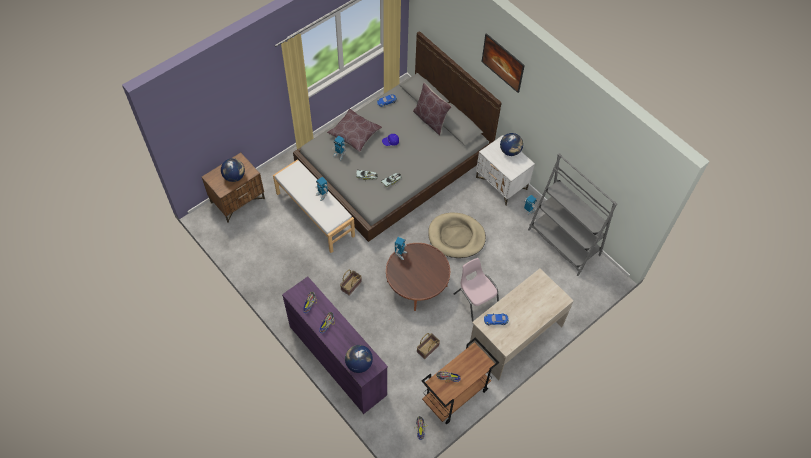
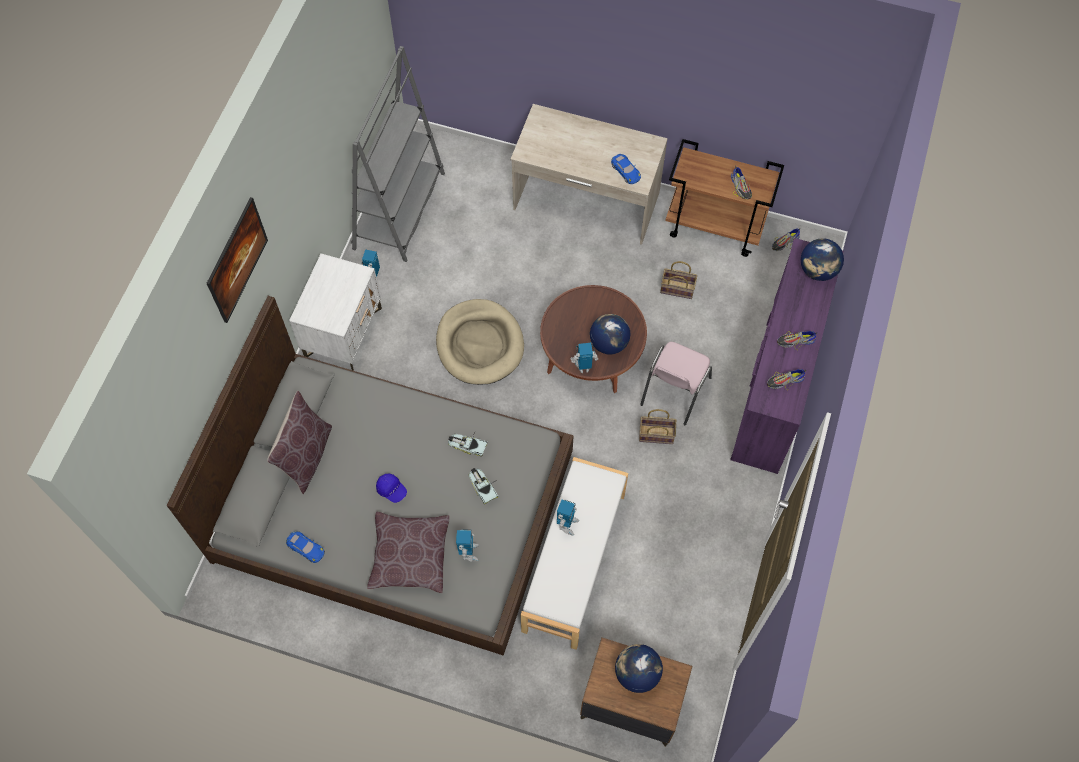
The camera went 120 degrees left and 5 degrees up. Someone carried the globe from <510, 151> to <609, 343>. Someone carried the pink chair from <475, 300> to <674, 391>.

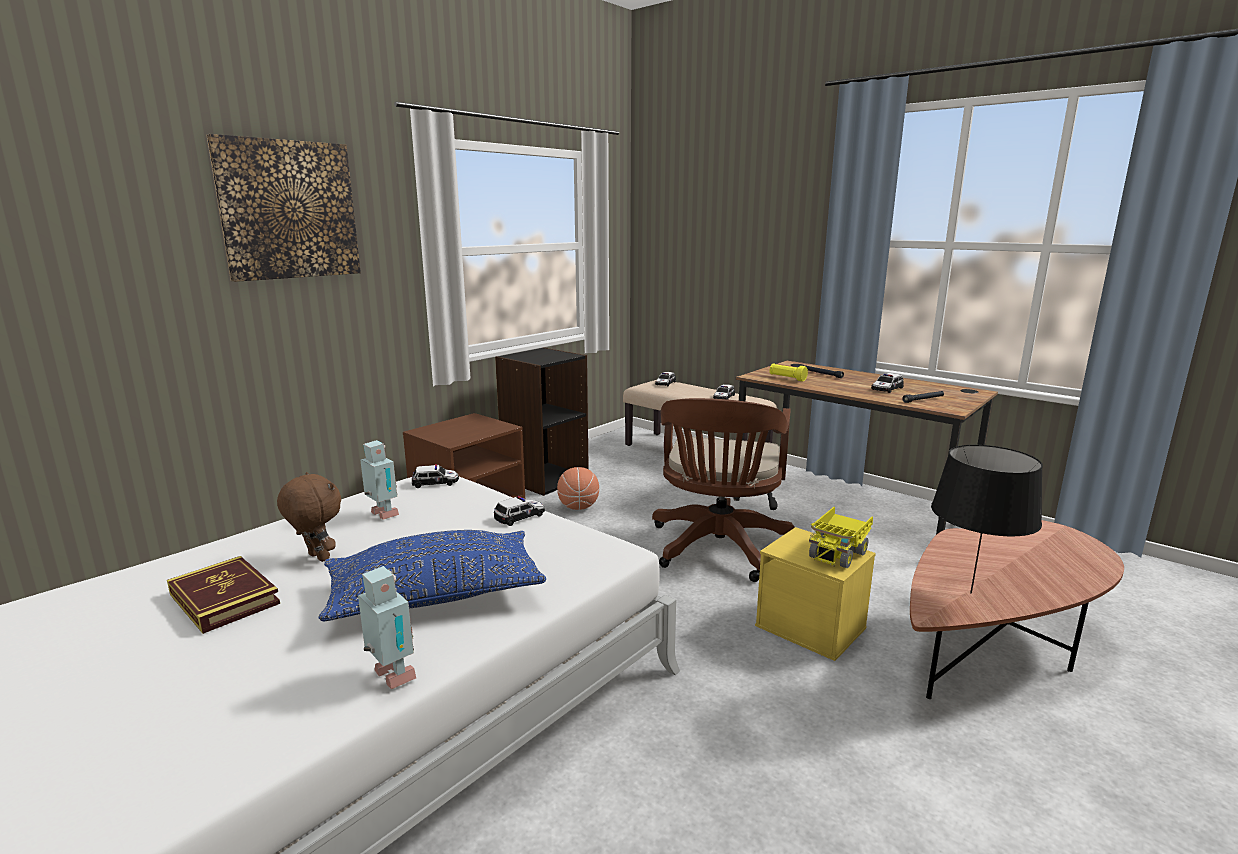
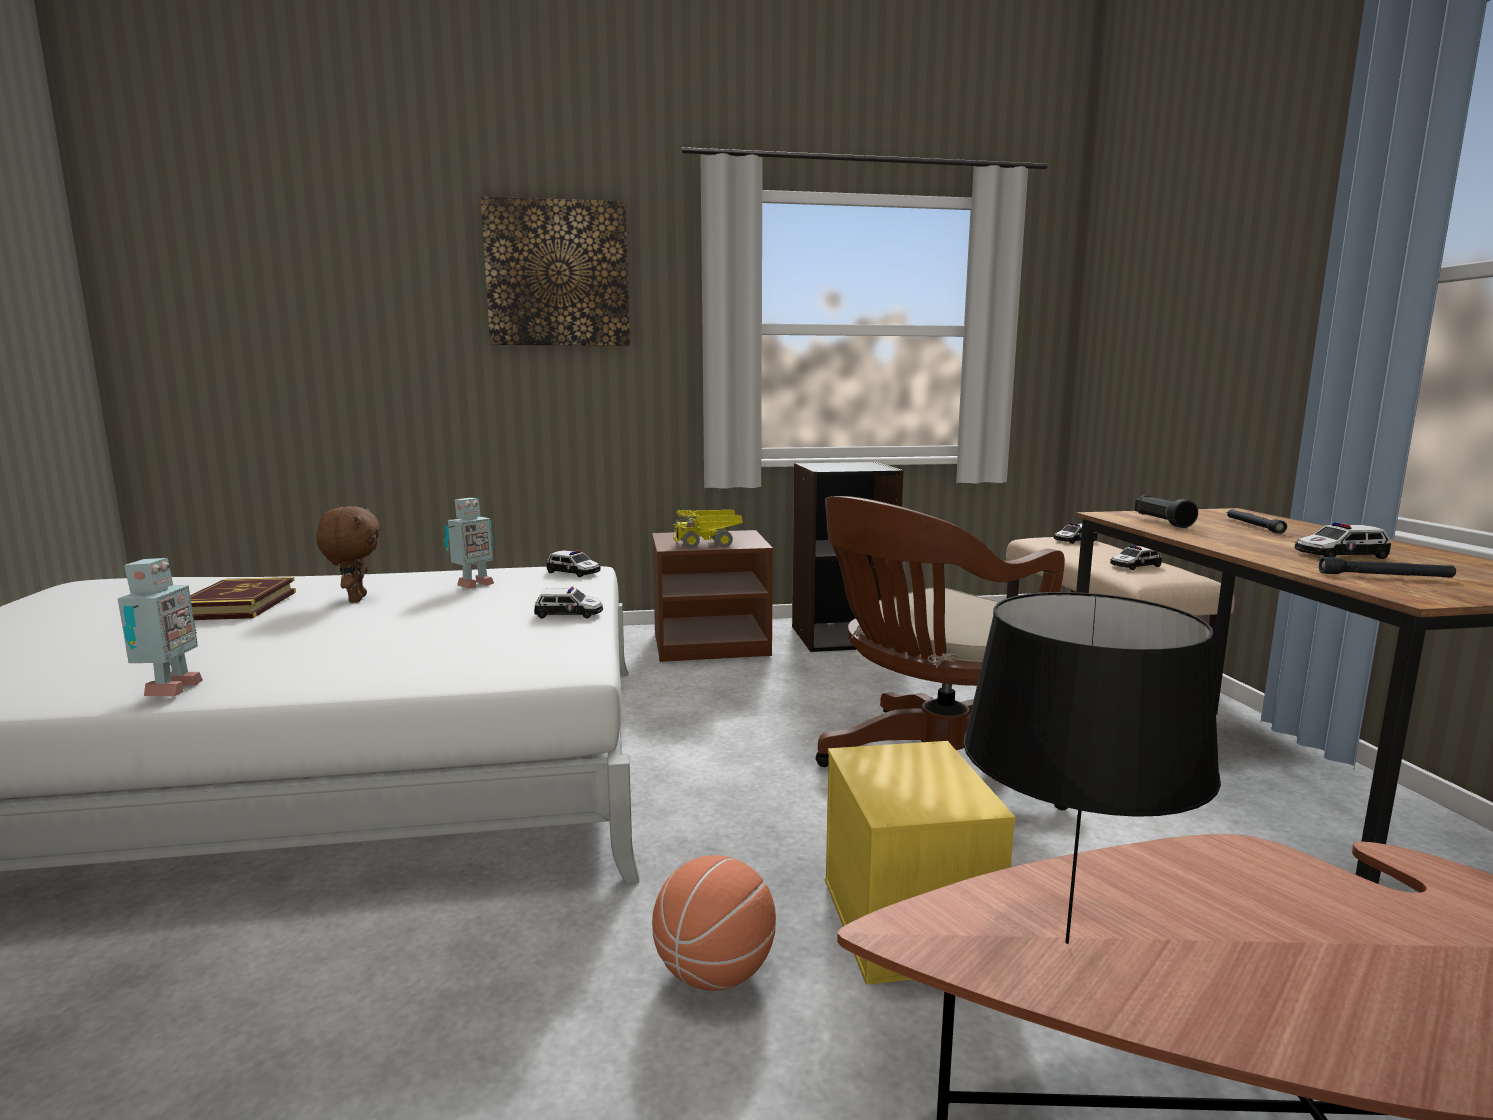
The camera went 40 degrees right and 5 degrees down. Someone rotated the toy robot at <383, 515> by 45 degrees clockwise. Someone carried the basketball from <578, 507> to <714, 973>. Someone carried the toy truck from <838, 553> to <709, 544>. Someone repainted the yellow flashlight at <787, 378>, which became the black flashlight at <1162, 522>. Someone took away the blue pillow at <435, 595>.

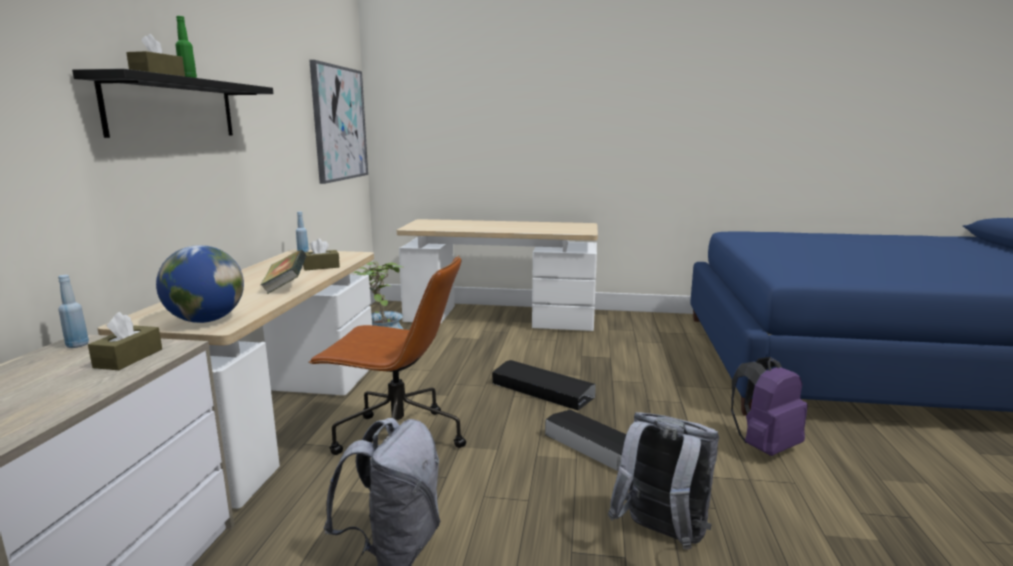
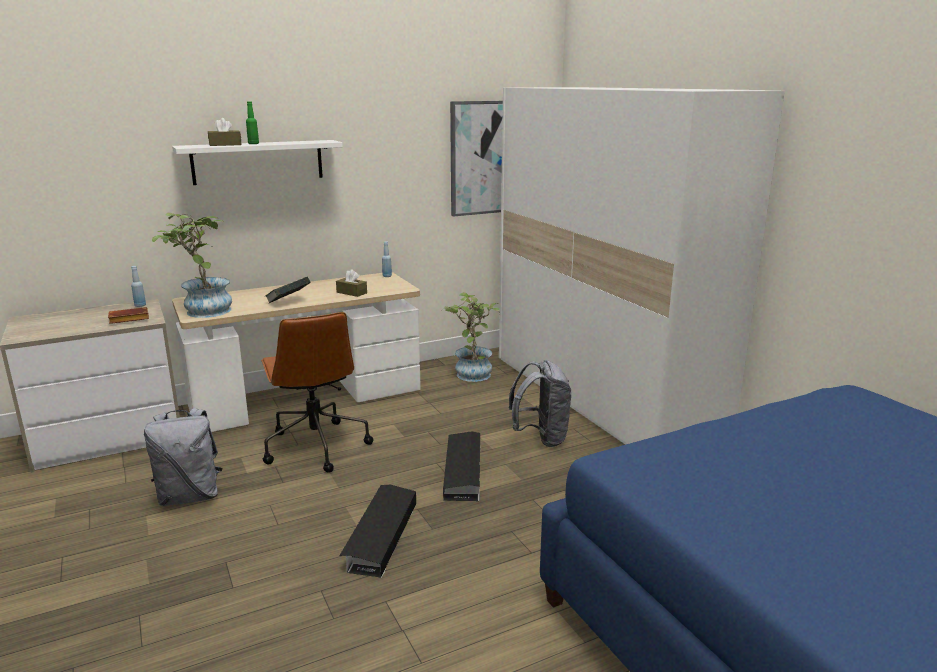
The camera went 55 degrees right and 5 degrees up. Someone swapped the brown tissue box at <128, 358> for the brown book at <128, 320>. Someone swapped the globe at <206, 320> for the potted plant at <202, 310>. Someone repainted the black shelf at <173, 108>, which became the white shelf at <258, 162>. Someone swapped the desk at <500, 318> for the white wardrobe at <601, 397>. Someone carried the grey backpack from <661, 536> to <541, 438>. Someone took away the purple backpack at <764, 446>.

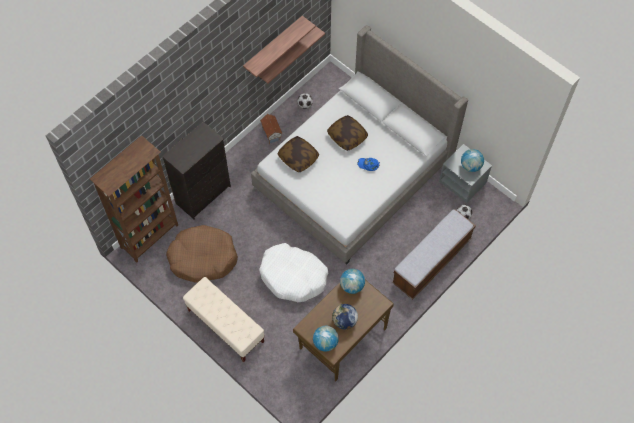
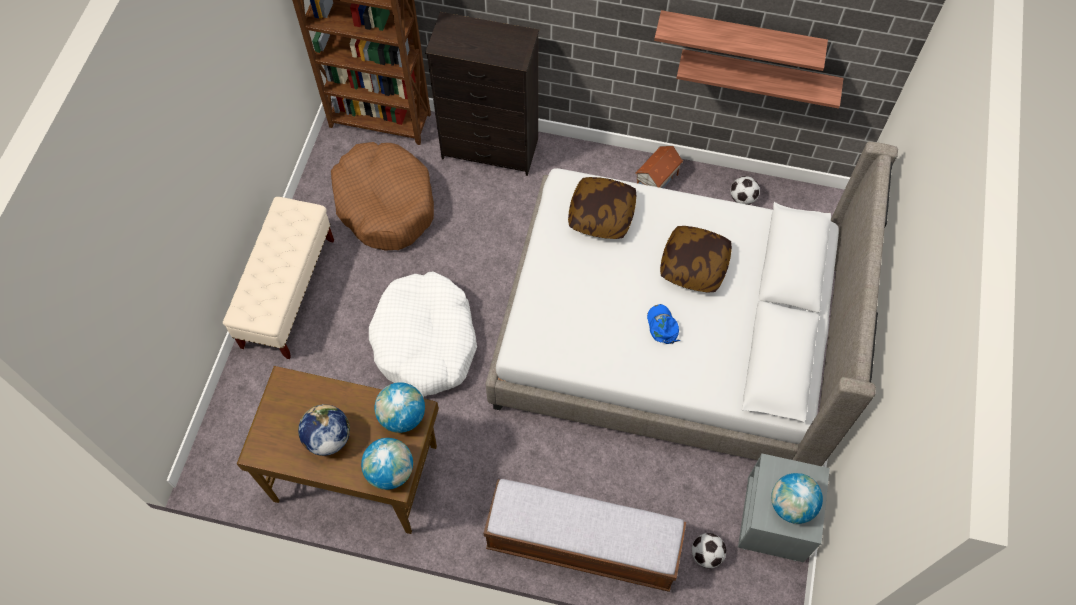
The camera went 60 degrees right and 0 degrees up. Someone carried the globe from <325, 342> to <390, 471>.

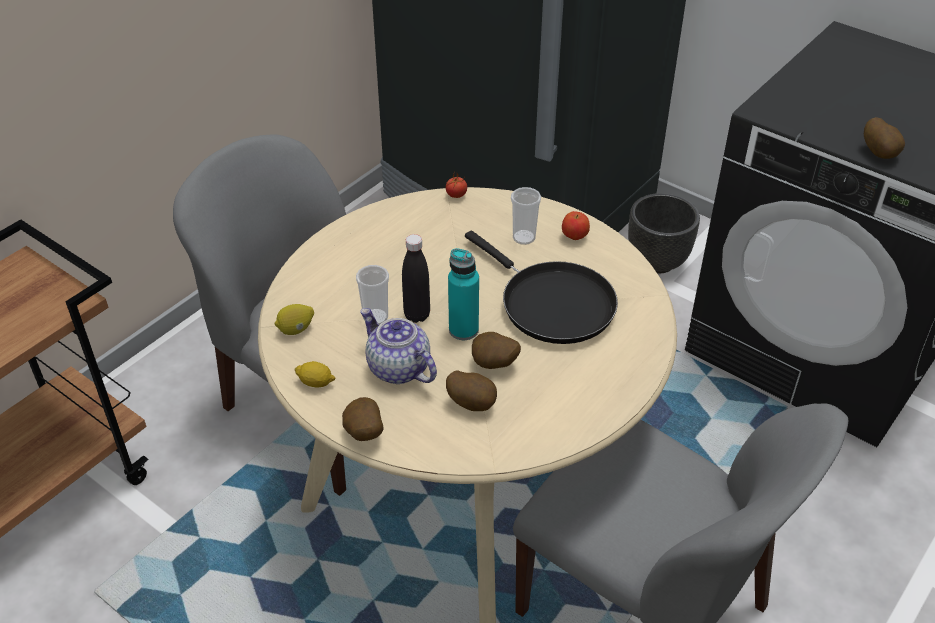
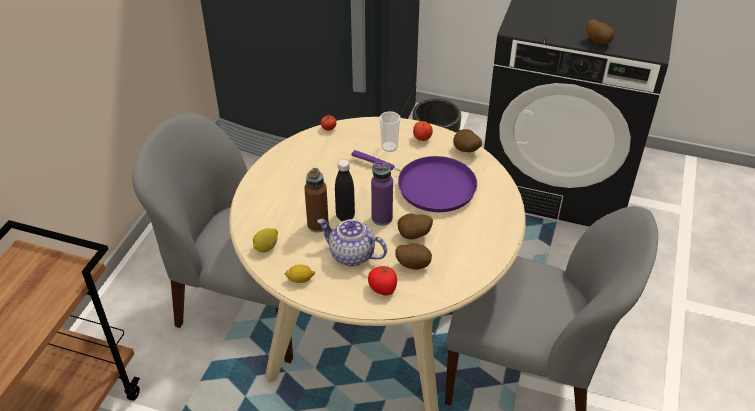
The camera went 20 degrees left and 0 degrees up. Someone swapped the cup at <375, 317> for the brown bottle at <318, 225>. Someone repainted the black frying pan at <551, 303>, which became the purple frying pan at <430, 186>. Someone put down the tomato at <383, 288>. Someone repainted the turquoise bottle at <463, 330>, which became the purple bottle at <382, 218>. Someone carried the potato from <363, 434> to <465, 151>.

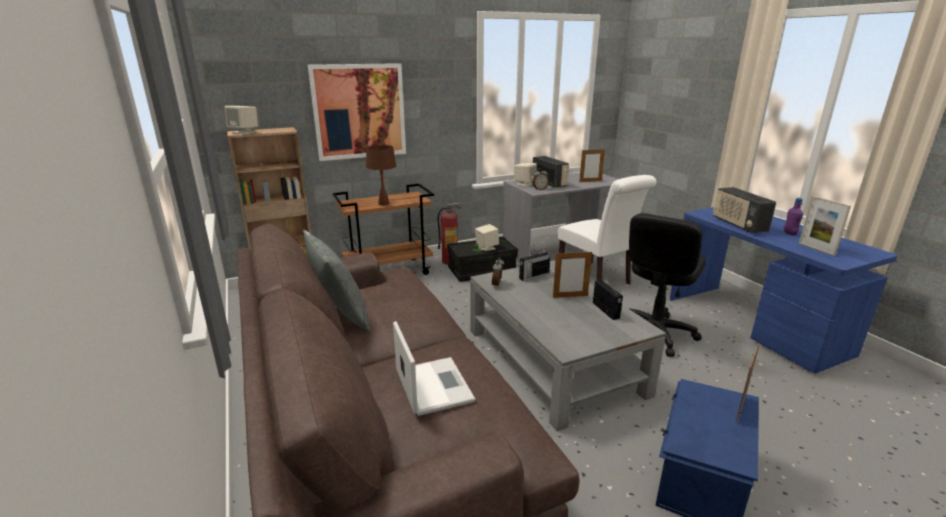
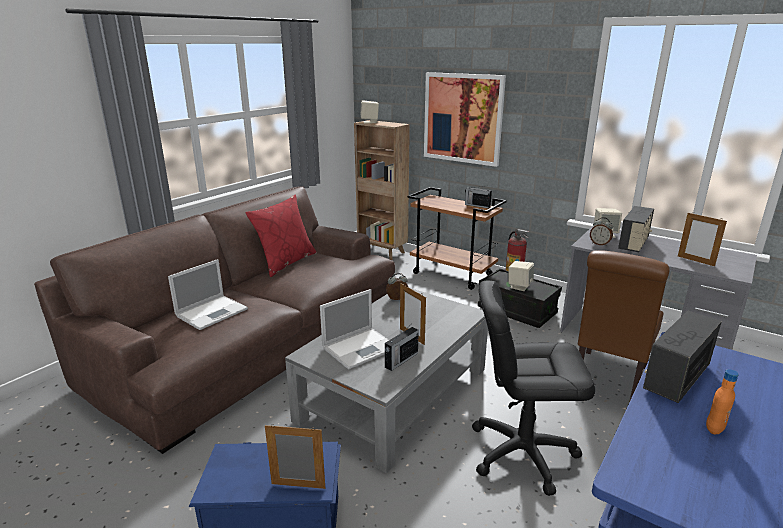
The camera went 60 degrees right and 0 degrees up. Someone repainted the grey pillow at <340, 315>, which became the red pillow at <285, 262>. Someone put down the laptop at <361, 347>. Someone carried the radio from <533, 276> to <477, 205>. Someone repainted the white chair at <597, 278>, which became the brown chair at <607, 381>. Someone repainted the purple bottle at <789, 233>, which became the orange bottle at <714, 428>. Someone took away the brown table lamp at <383, 203>. Someone took away the picture frame at <816, 249>.

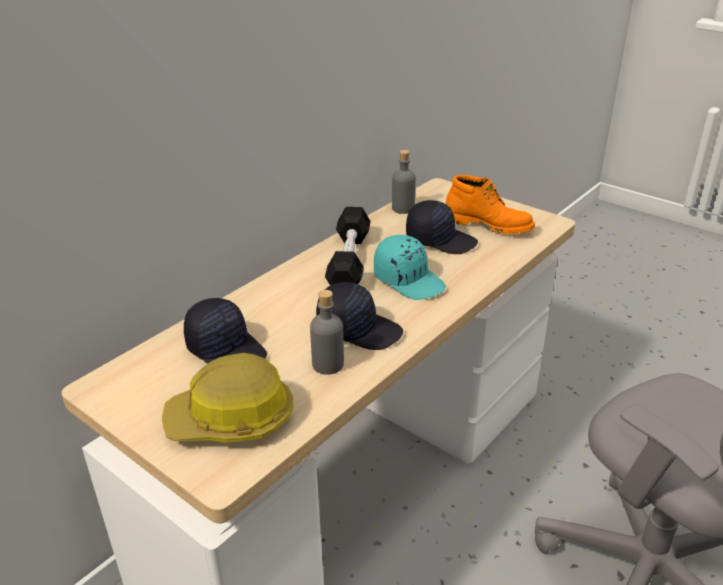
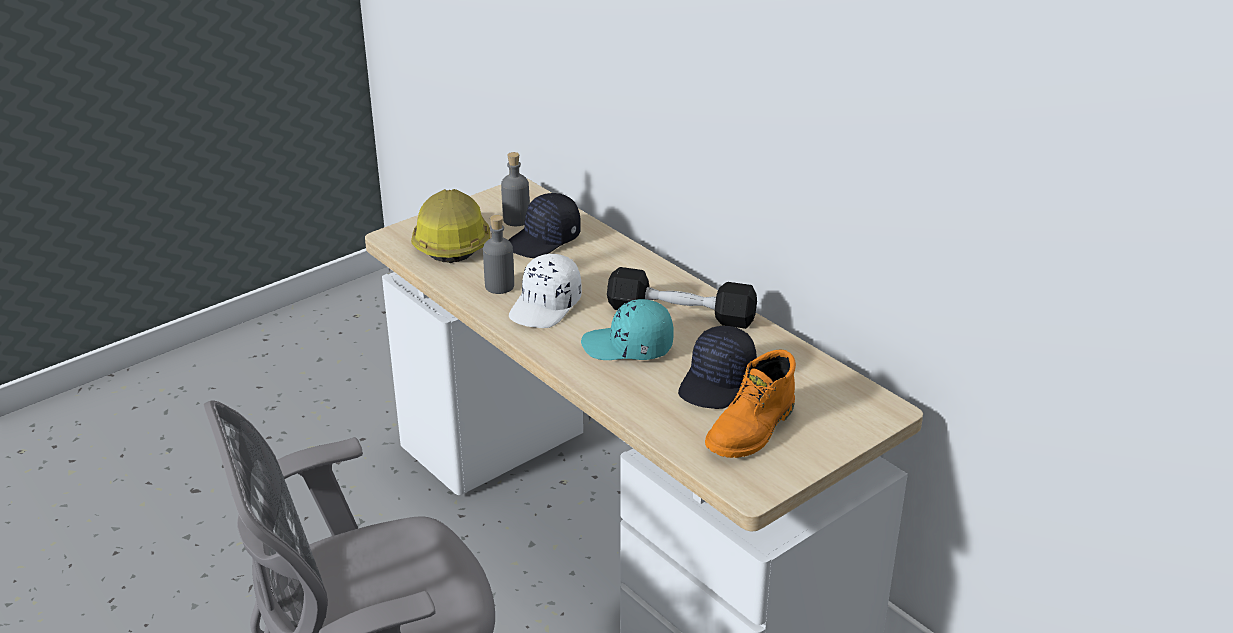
The camera went 100 degrees right and 0 degrees up. Someone carried the grey bottle from <403, 208> to <516, 220>. Someone repainted the black cap at <359, 329>, which became the white cap at <546, 306>. Someone rotated the turquoise cap at <409, 280> by 45 degrees clockwise.

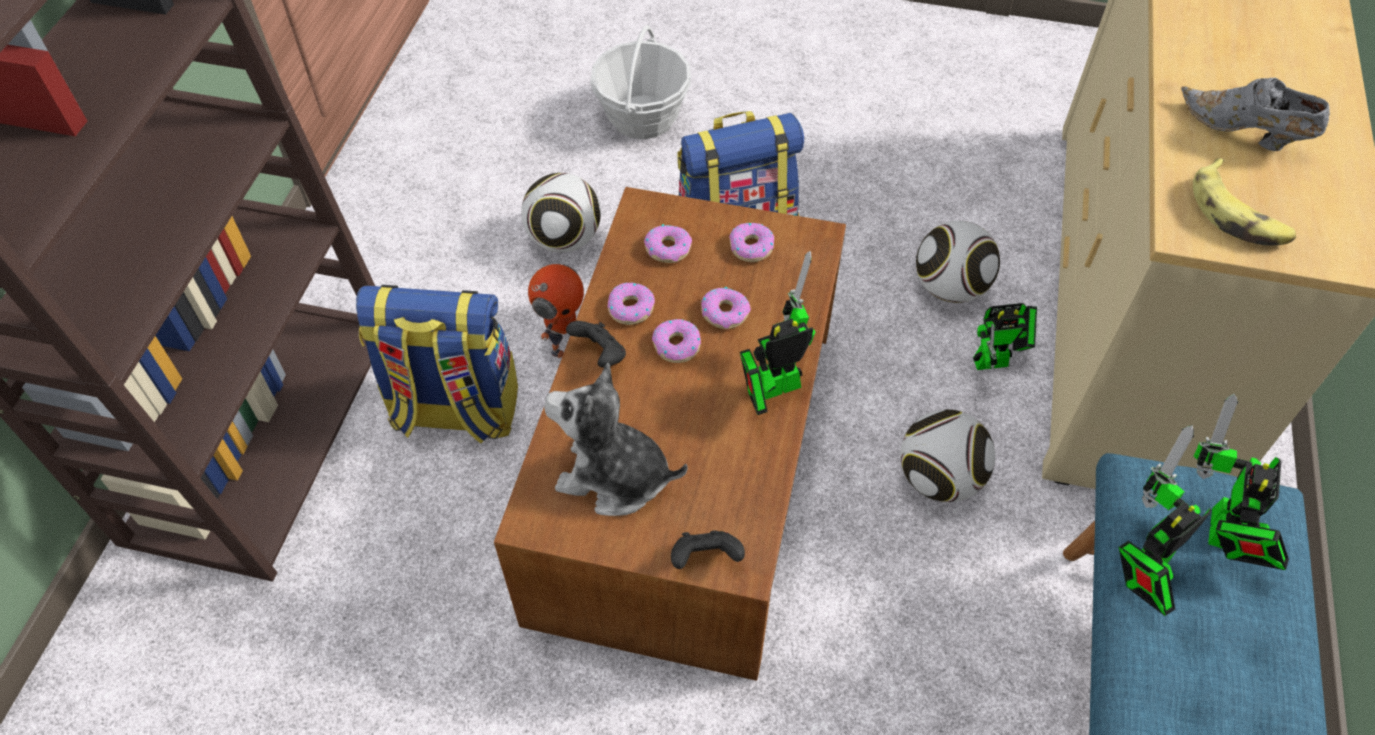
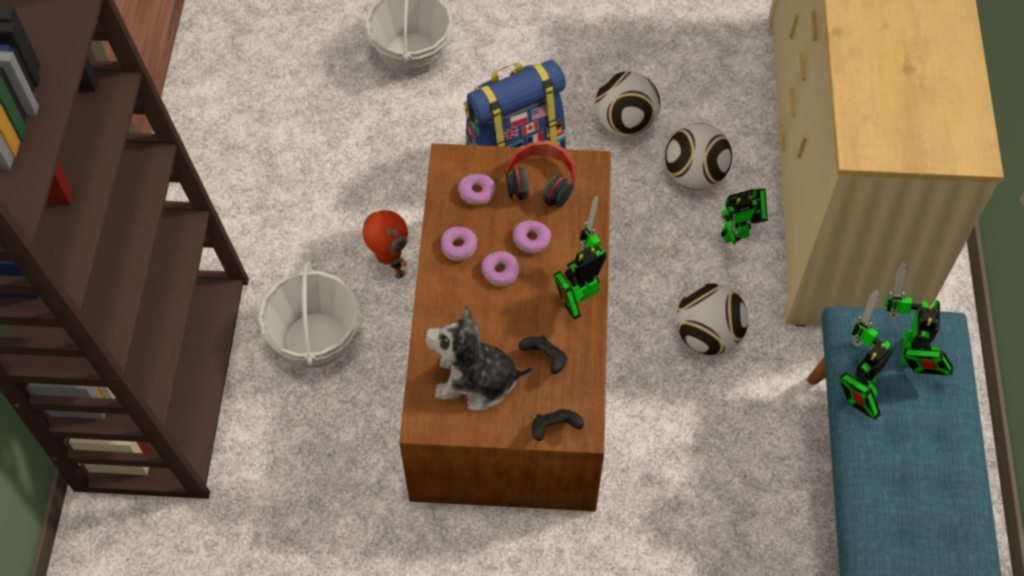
The camera went 10 degrees left and 5 degrees up. Someone swapped the backpack at <454, 411> for the basket at <315, 340>. Someone rotated the toy robot at <562, 340> by 60 degrees counterclockwise. Someone swapped the donut at <751, 247> for the headphones at <541, 181>. Someone carried the black game controller from <600, 355> to <545, 360>. Someone carried the football from <565, 239> to <625, 124>. Someone took away the grey shoe at <1244, 133>. Someone took away the banana at <1237, 215>.

